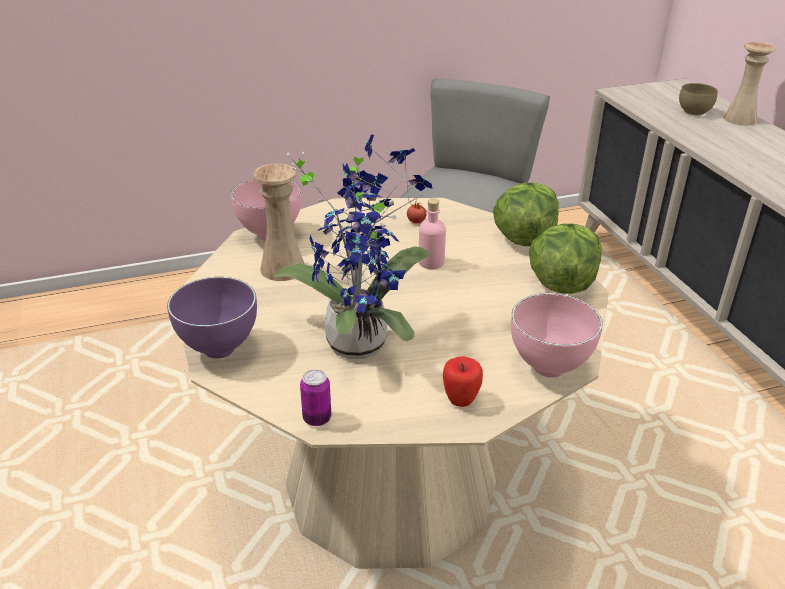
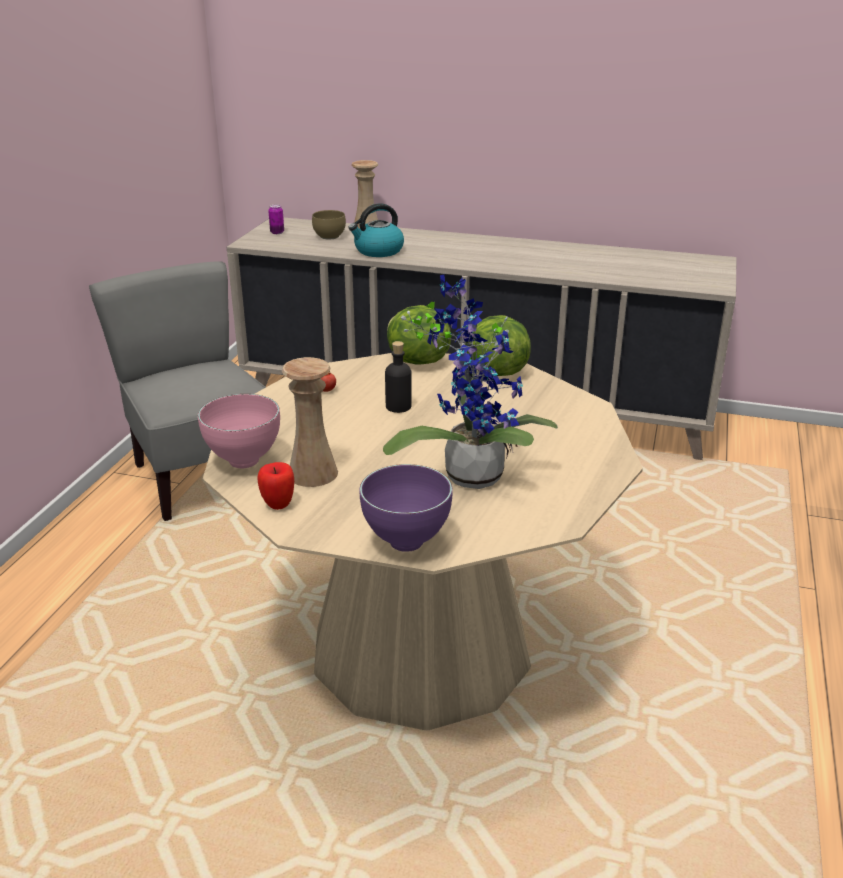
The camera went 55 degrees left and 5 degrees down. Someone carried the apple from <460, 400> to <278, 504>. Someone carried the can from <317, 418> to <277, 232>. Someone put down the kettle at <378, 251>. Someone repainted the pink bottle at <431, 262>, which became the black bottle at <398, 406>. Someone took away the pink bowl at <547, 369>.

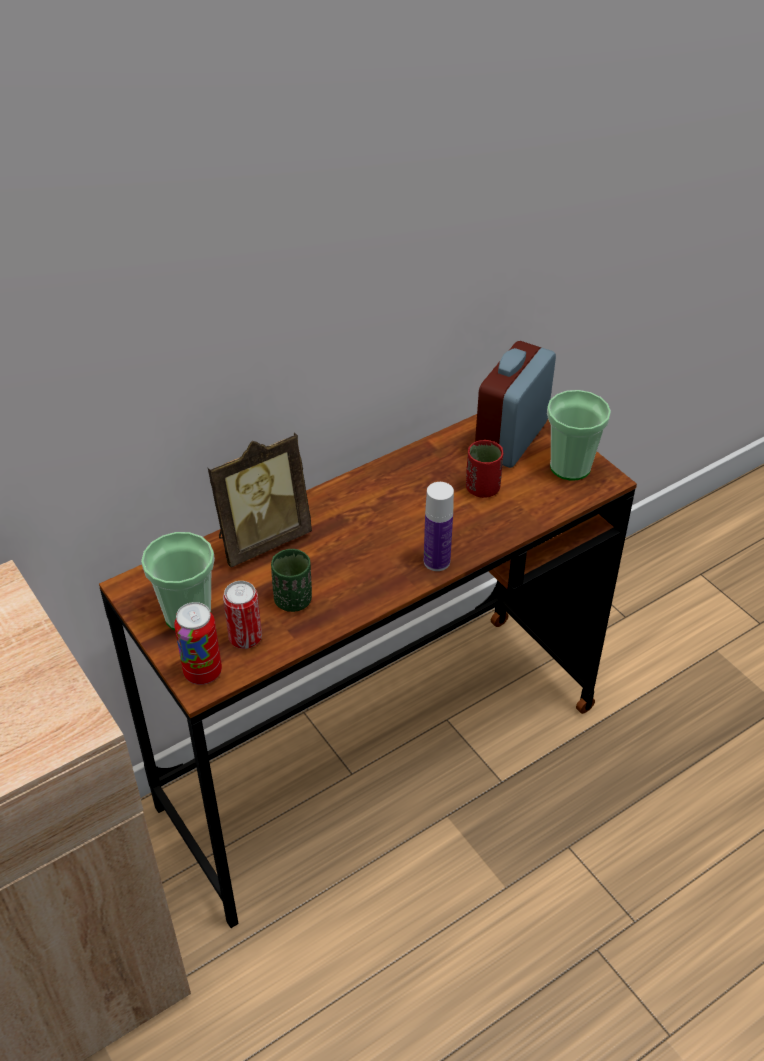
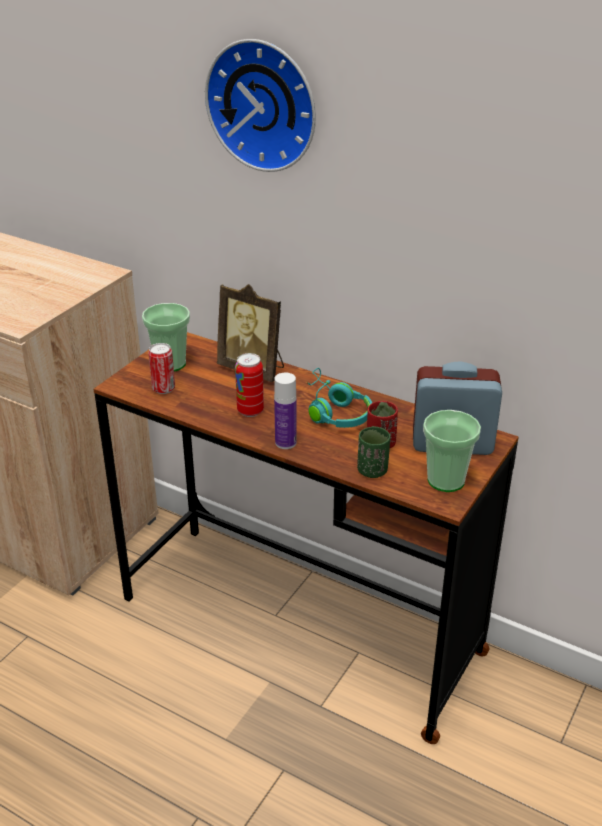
The camera went 65 degrees right and 10 degrees down. Someone put up the wall clock at <265, 104>. Someone carried the can from <203, 673> to <250, 411>. Someone put down the turquoise headphones at <334, 411>. Someone carried the green cup from <293, 600> to <372, 471>.

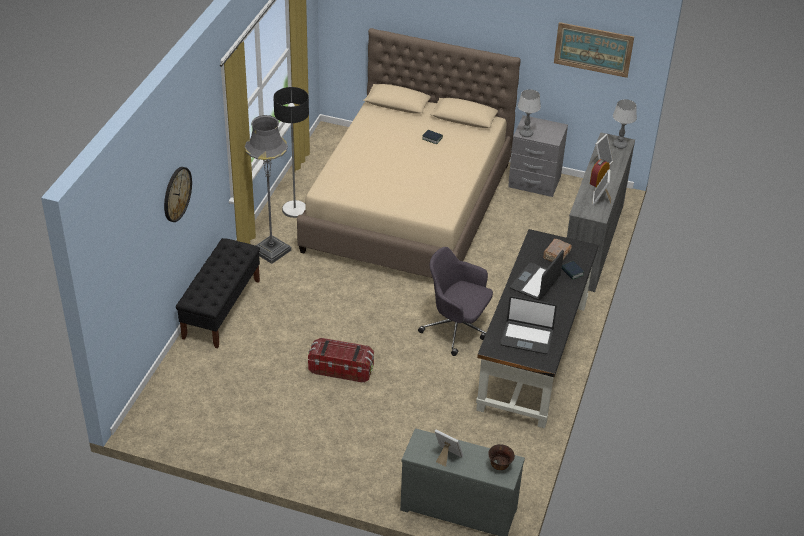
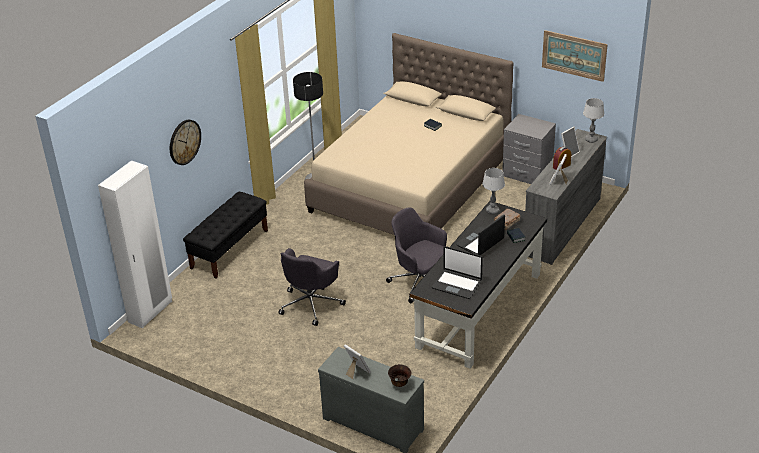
The camera went 15 degrees right and 5 degrees down. Someone put down the white wardrobe at <150, 312>. Someone swapped the storage box at <341, 369> for the grey office chair at <311, 304>. Someone carried the table lamp from <525, 134> to <492, 211>. Someone took away the grey floor lamp at <271, 251>.

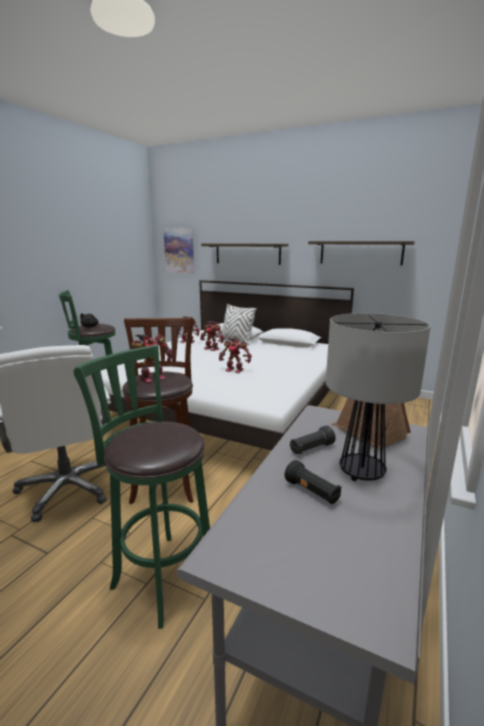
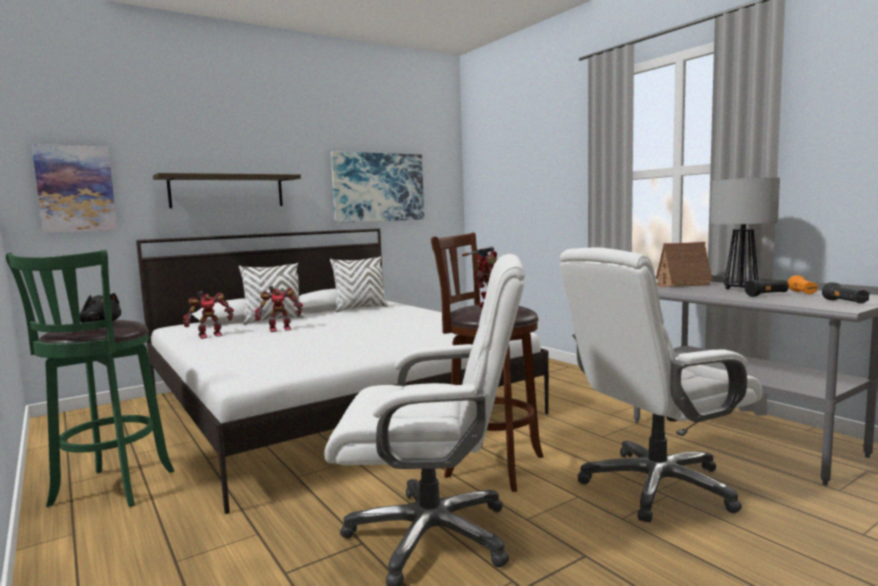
The camera went 60 degrees left and 10 degrees down. Someone put down the white pillow at <360, 309>. Someone swapped the shelf at <360, 252> for the picture at <378, 187>. Someone swapped the green stool at <161, 574> for the white office chair at <656, 486>. Someone put down the orange flashlight at <802, 293>. Someone carried the black flashlight from <311, 449> to <845, 302>. Someone took away the toy robot at <235, 370>.

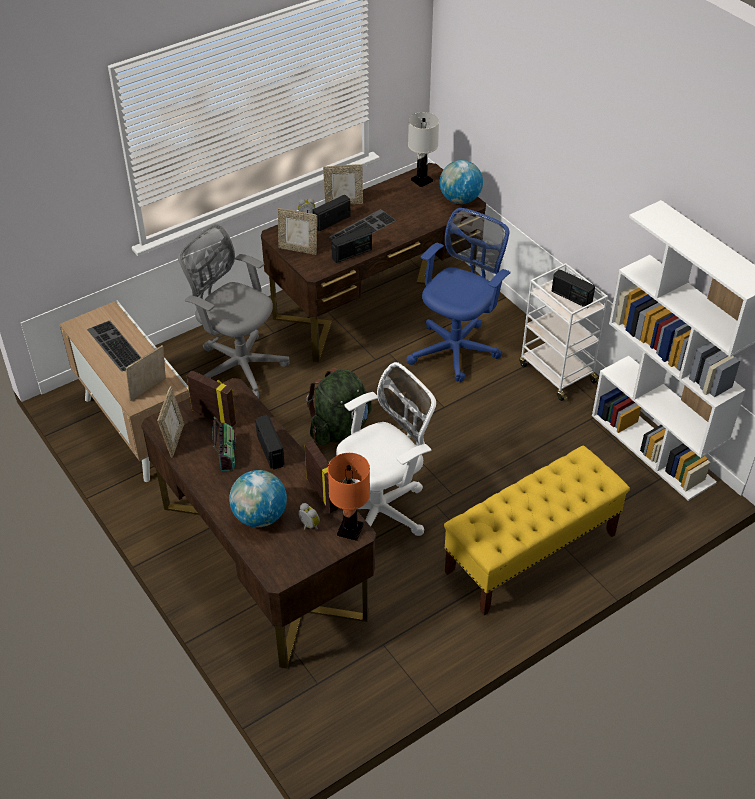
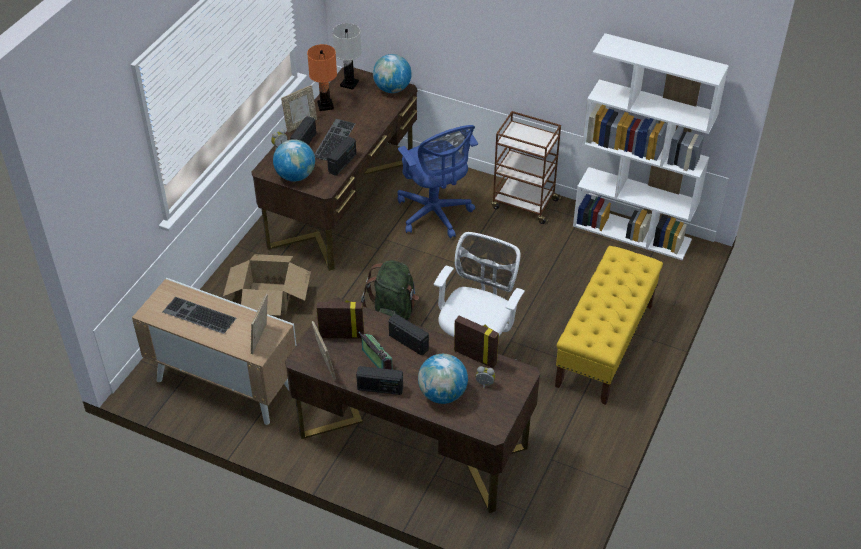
The camera went 30 degrees left and 0 degrees up. Someone swapped the grey office chair at <239, 365> for the cardboard box at <269, 298>. Someone swapped the picture frame at <298, 249> for the globe at <295, 176>. Someone carried the orange table lamp from <350, 530> to <325, 105>. Someone carried the radio from <571, 297> to <380, 388>. Someone rotated the blue office chair at <457, 348> by 150 degrees clockwise. Someone repainted the white cart at <556, 373>, which became the brown cart at <524, 204>.

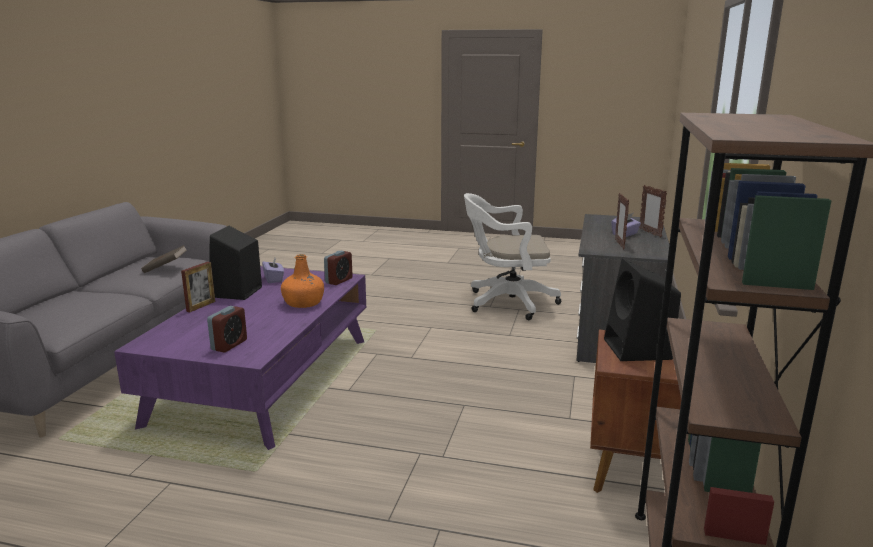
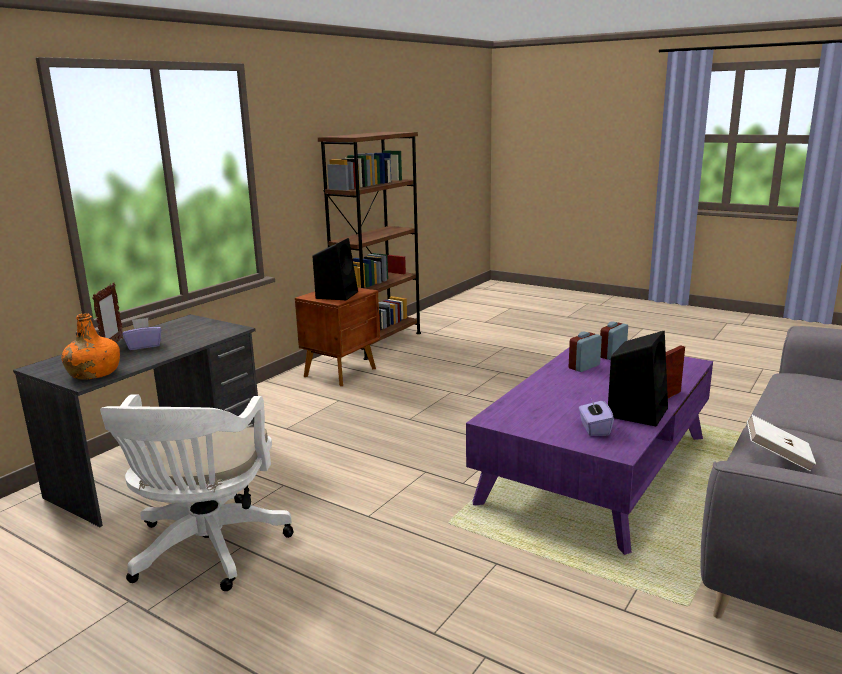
The camera went 160 degrees left and 0 degrees up. Someone carried the orange bottle from <304, 303> to <94, 373>. Someone rotated the white office chair at <506, 303> by 75 degrees clockwise. Someone carried the alarm clock from <339, 281> to <584, 367>. Someone repainted the brown book at <165, 269>, which became the white book at <777, 456>. Someone took away the picture frame at <619, 244>.

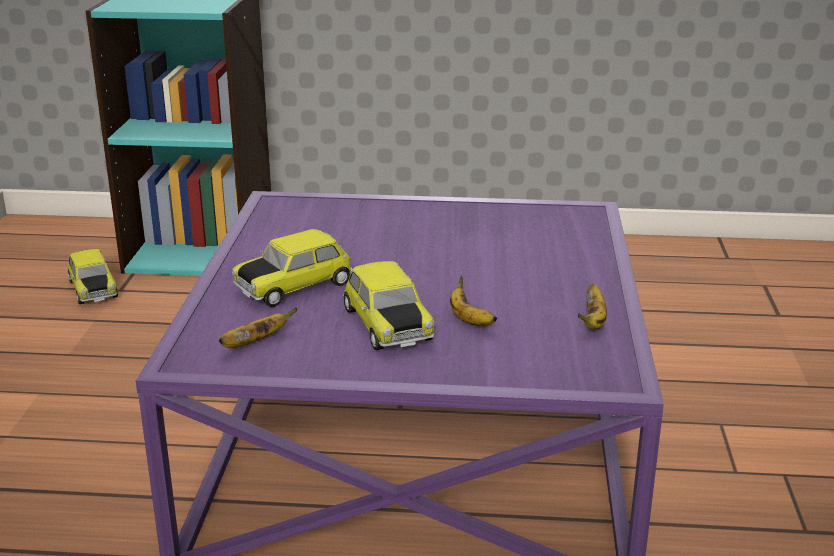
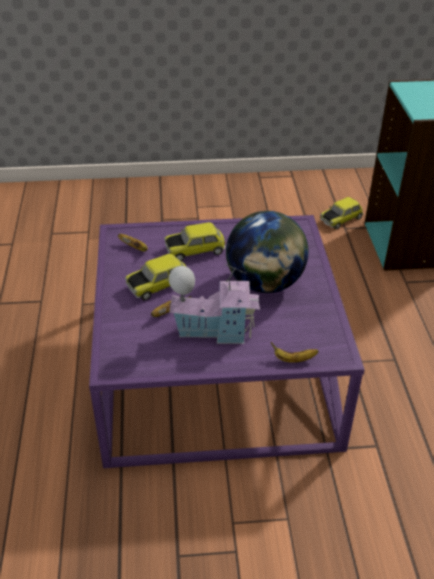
The camera went 80 degrees right and 15 degrees up. Someone rotated the toy car at <294, 285> by 60 degrees counterclockwise. Someone put down the toy house at <214, 330>. Someone put down the globe at <265, 283>. Someone carried the banana from <593, 321> to <293, 359>.

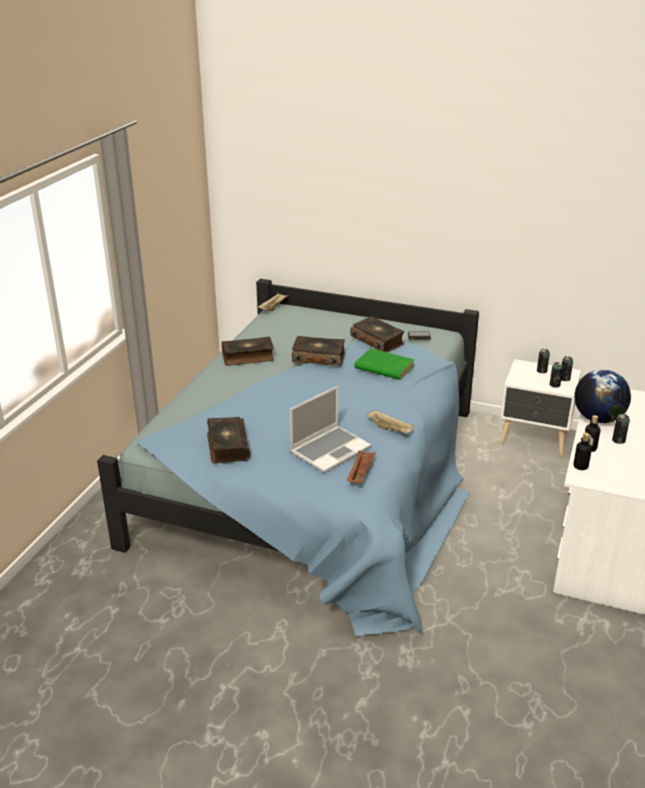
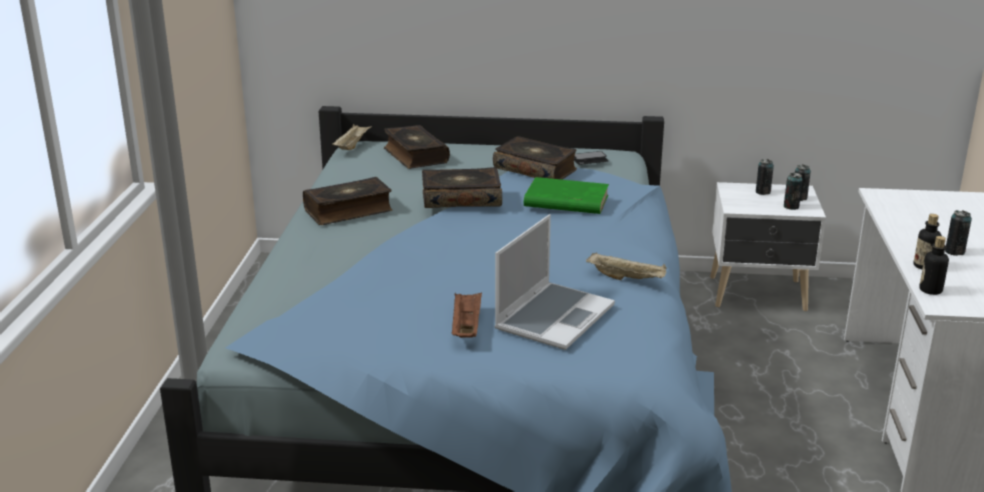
The camera went 15 degrees left and 5 degrees down. Someone carried the book from <227, 447> to <415, 156>. Someone carried the brown tray from <361, 474> to <466, 327>. Someone took away the globe at <598, 419>.

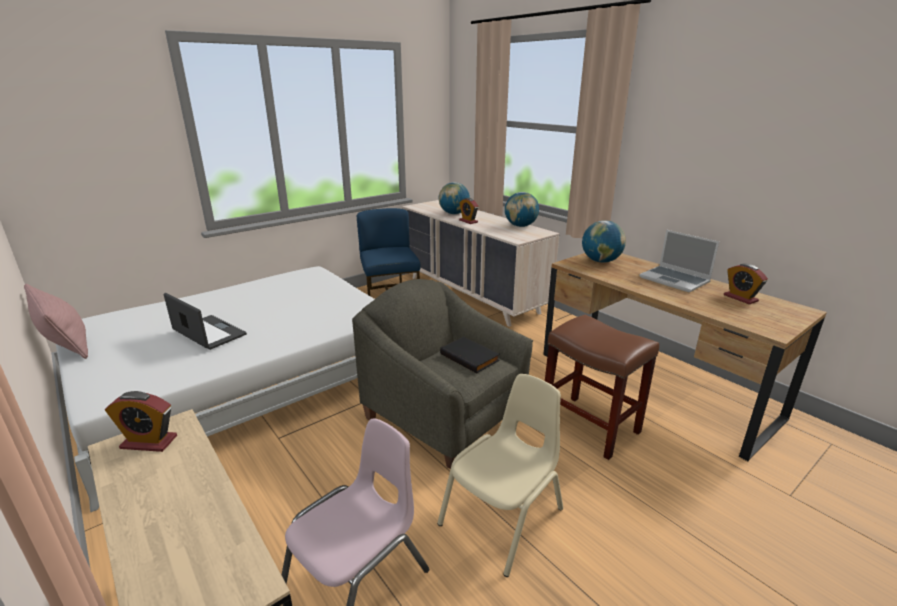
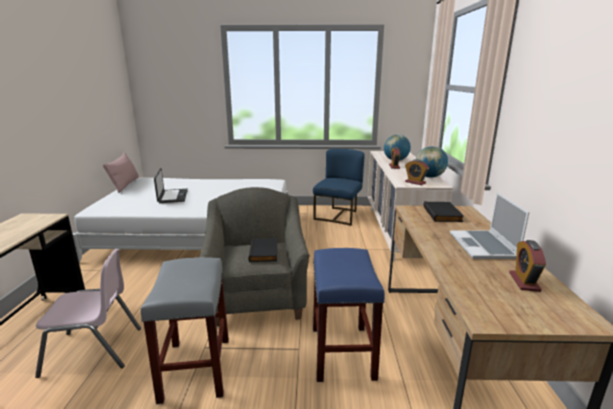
The camera went 40 degrees right and 5 degrees down. Someone swapped the beige chair at <503, 517> for the grey stool at <196, 369>. Someone repainted the brown stool at <588, 426>, which became the blue stool at <341, 352>. Someone carried the alarm clock from <149, 442> to <415, 182>. Someone swapped the globe at <601, 261> for the black book at <443, 214>.

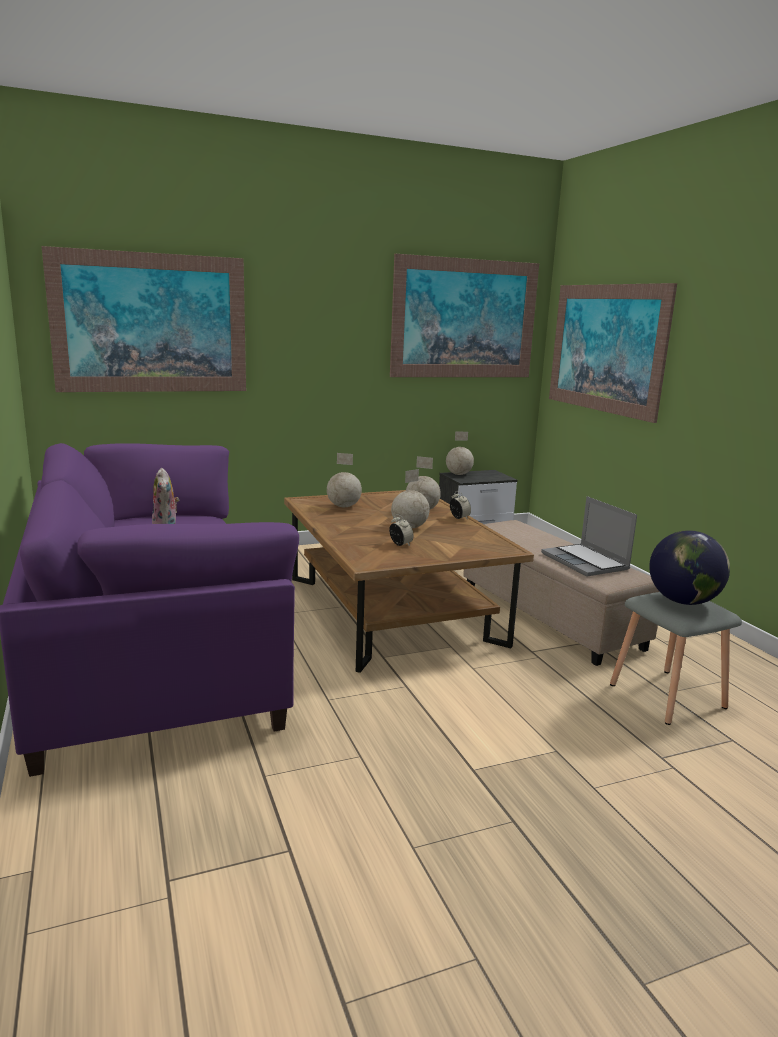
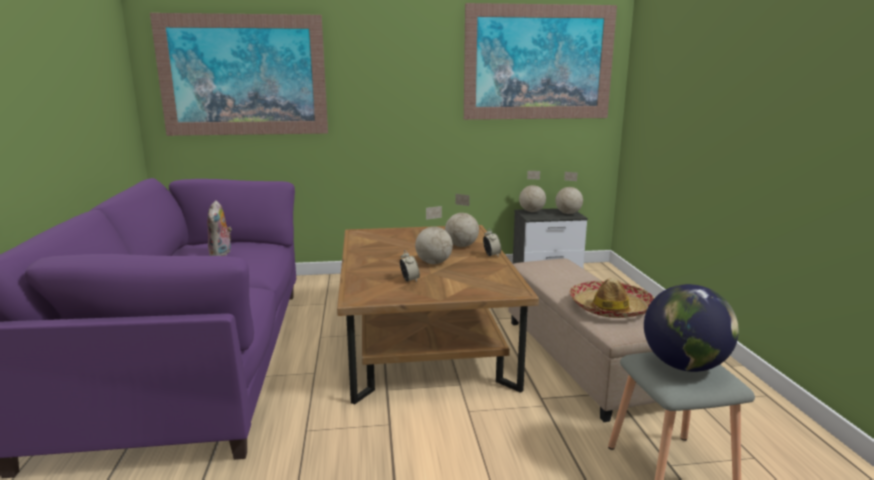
The camera went 15 degrees right and 0 degrees up. Someone carried the globe from <344, 506> to <568, 213>. Someone swapped the laptop at <586, 562> for the hat at <609, 308>. Someone took away the picture at <606, 348>.

